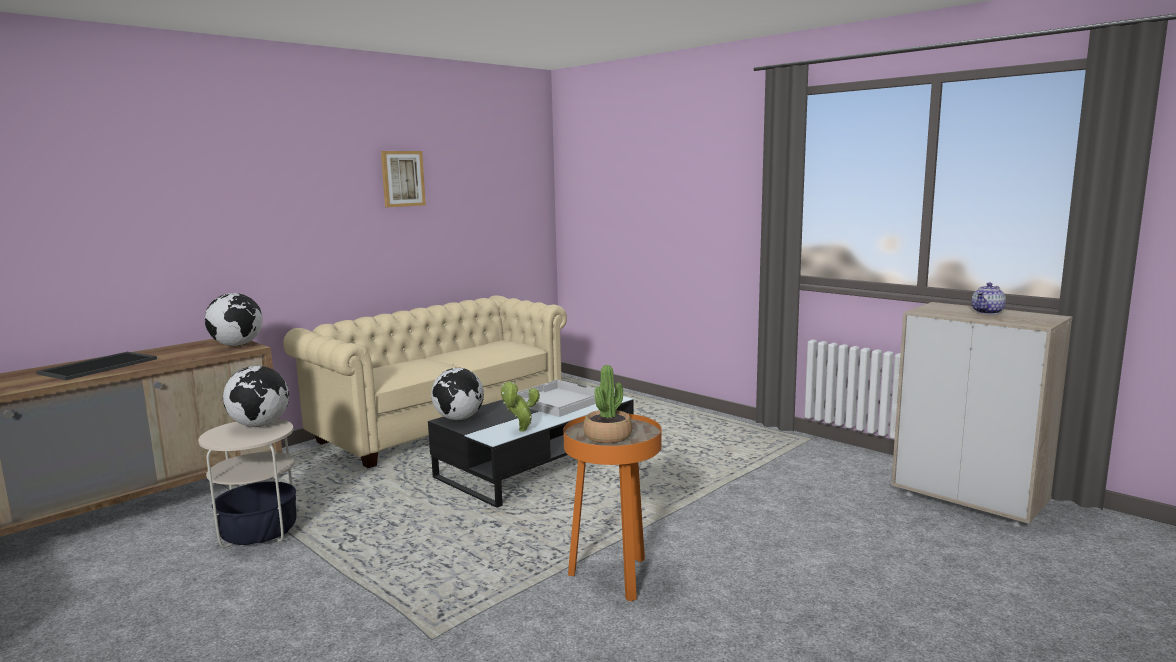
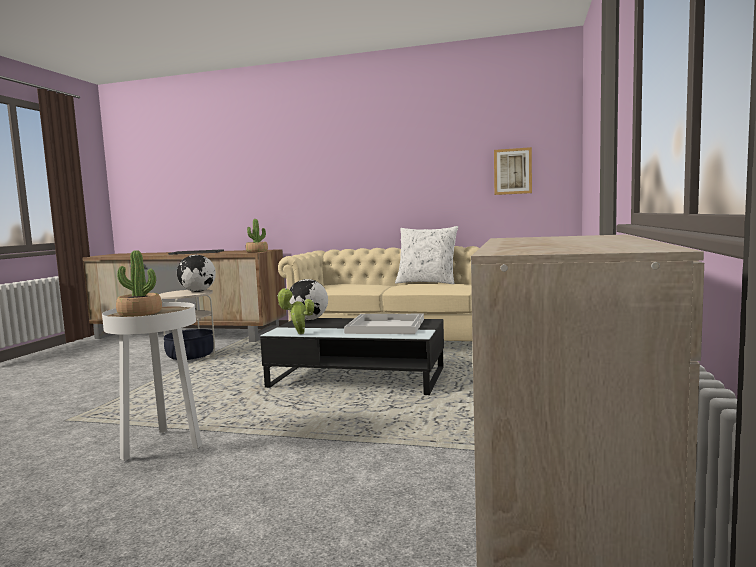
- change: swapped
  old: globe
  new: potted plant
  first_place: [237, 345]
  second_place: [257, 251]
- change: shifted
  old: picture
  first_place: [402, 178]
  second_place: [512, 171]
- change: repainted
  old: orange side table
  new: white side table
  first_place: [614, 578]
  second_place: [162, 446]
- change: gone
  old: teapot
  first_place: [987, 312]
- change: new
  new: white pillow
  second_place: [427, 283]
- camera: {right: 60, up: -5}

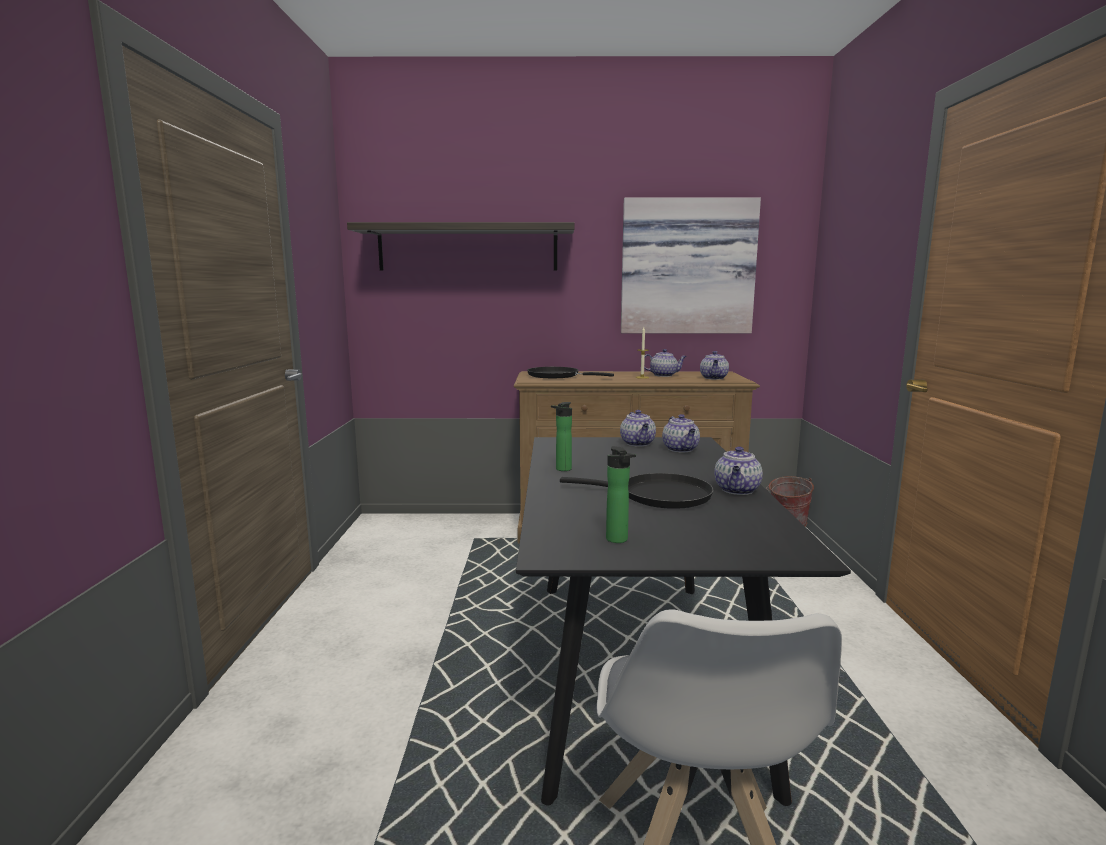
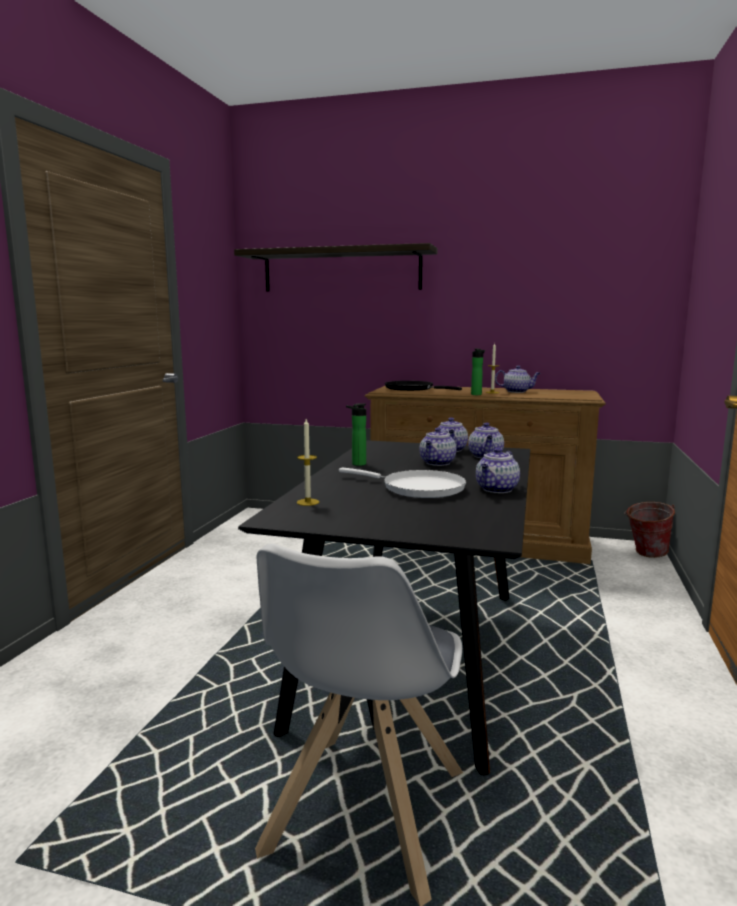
- change: repainted
  old: black frying pan
  new: white frying pan
  first_place: [658, 496]
  second_place: [417, 488]
- change: shifted
  old: bottle
  first_place: [619, 540]
  second_place: [477, 395]
- change: gone
  old: picture
  first_place: [687, 267]
- change: shifted
  old: teapot
  first_place: [714, 378]
  second_place: [437, 463]
- change: new
  new: candle
  second_place: [308, 502]
- camera: {right: 15, up: 0}

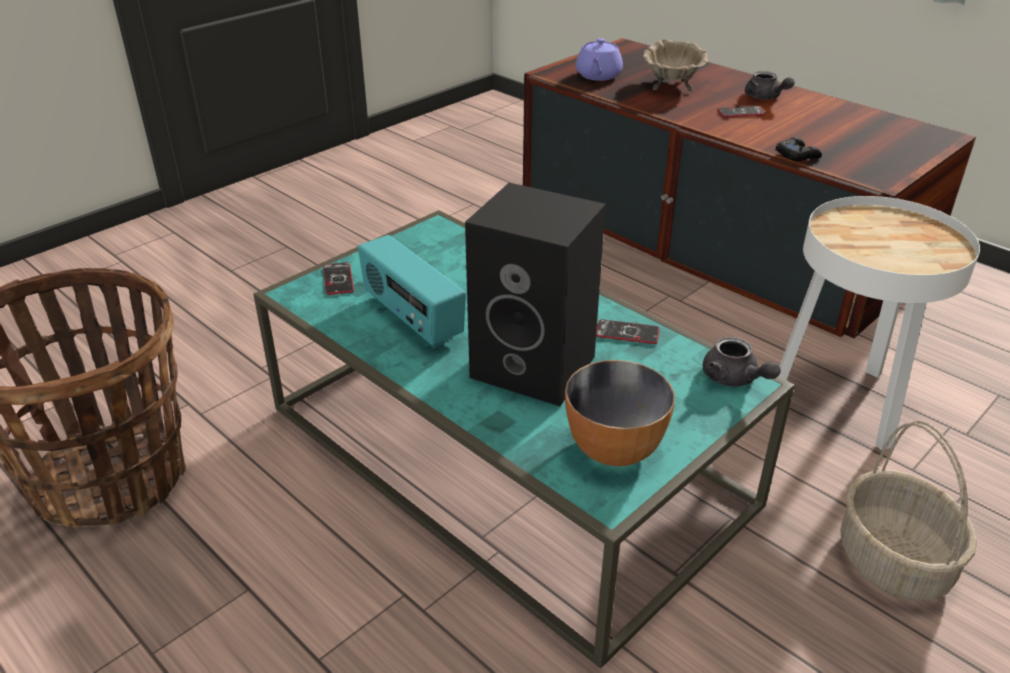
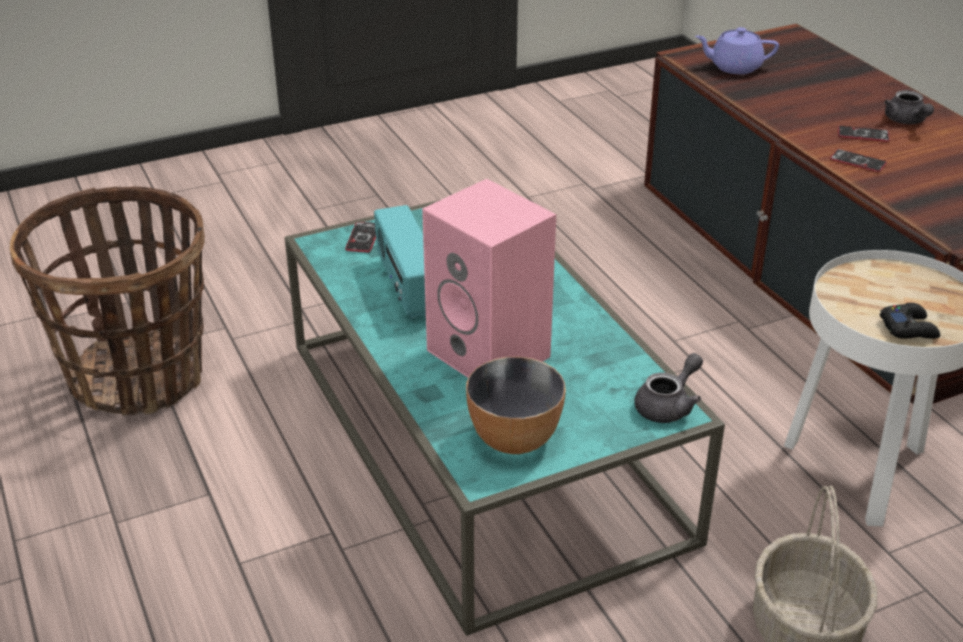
- change: repainted
  old: black speaker
  new: pink speaker
  first_place: [536, 366]
  second_place: [492, 354]
- change: rotated
  old: purple teapot
  first_place: [598, 76]
  second_place: [734, 67]
  degrees: 60
- change: shifted
  old: phone
  first_place: [627, 333]
  second_place: [857, 161]
- change: gone
  old: beige bowl
  first_place: [671, 84]
- change: rotated
  old: grey teapot
  first_place: [734, 379]
  second_place: [668, 405]
  degrees: -120
- change: shifted
  old: black game controller
  first_place: [797, 155]
  second_place: [908, 328]
- camera: {right: 20, up: 0}

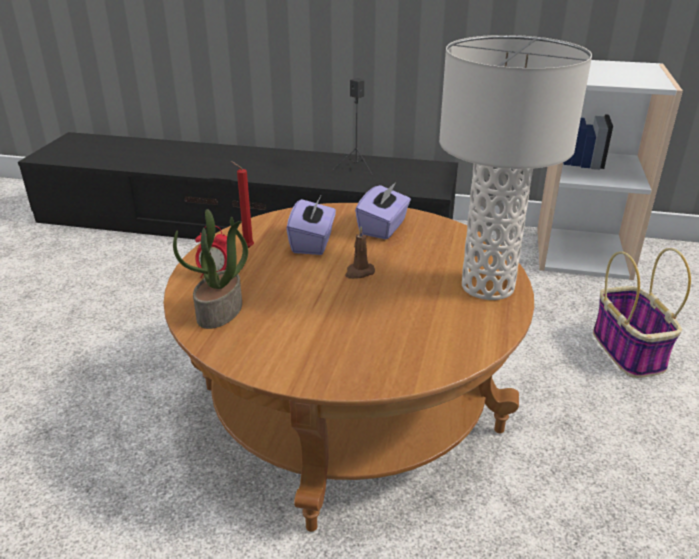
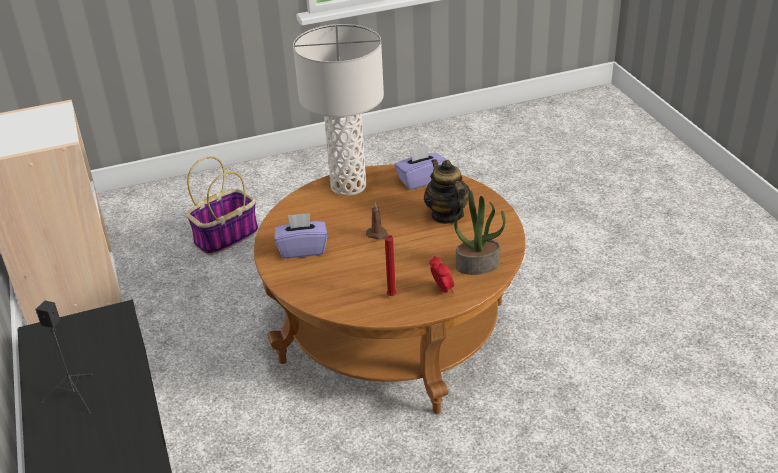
- change: shifted
  old: purple tissue box
  first_place: [313, 243]
  second_place: [421, 180]
- change: new
  new: teapot
  second_place: [446, 215]
- camera: {right: -120, up: 5}

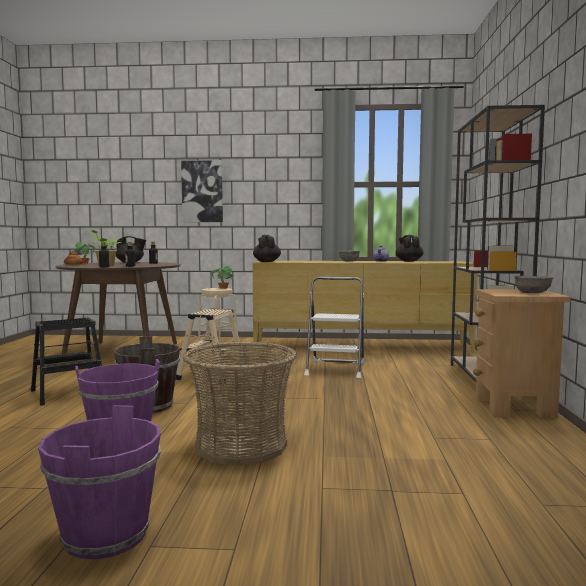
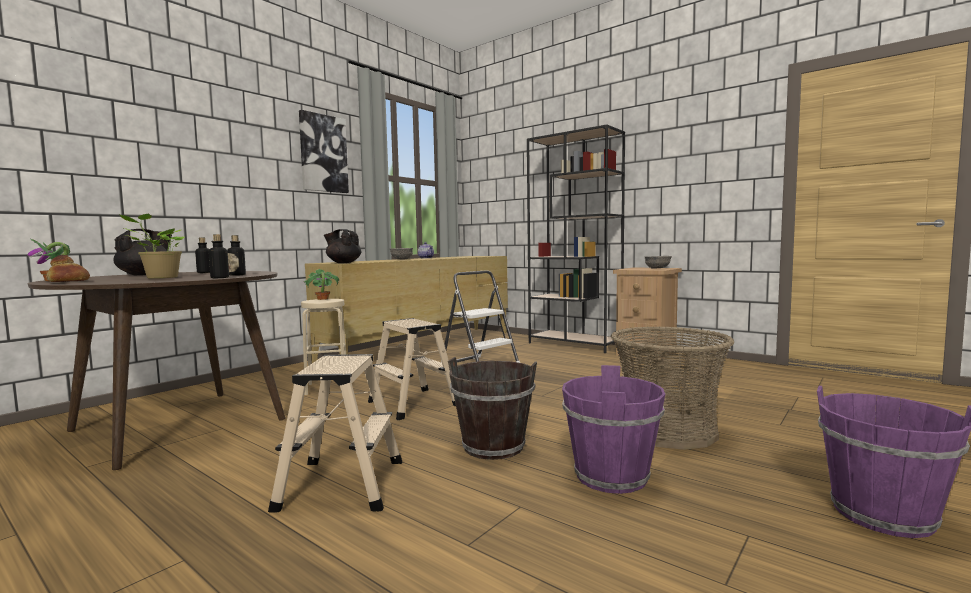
- change: repainted
  old: black step ladder
  new: beige step ladder
  first_place: [68, 392]
  second_place: [342, 484]
- change: shifted
  old: picture
  first_place: [202, 191]
  second_place: [323, 153]
- change: gone
  old: black teapot
  first_place: [408, 261]
- camera: {right: -55, up: 0}

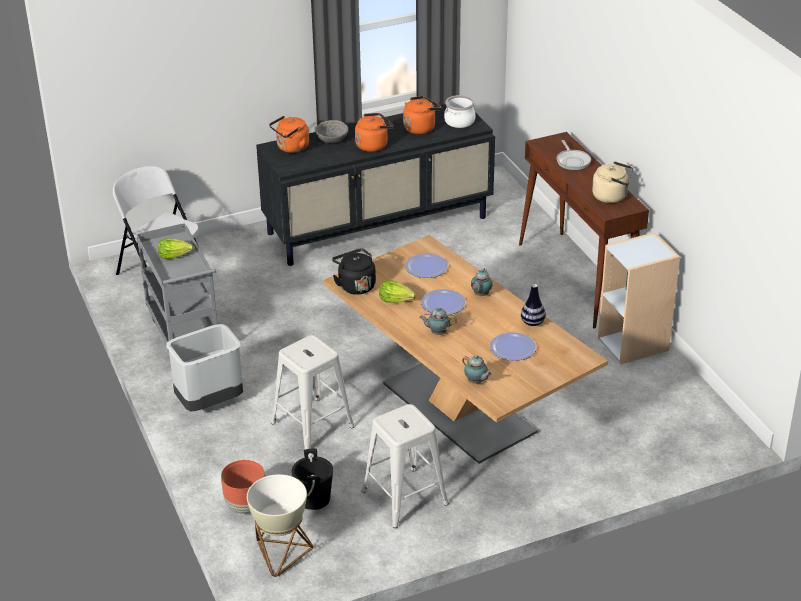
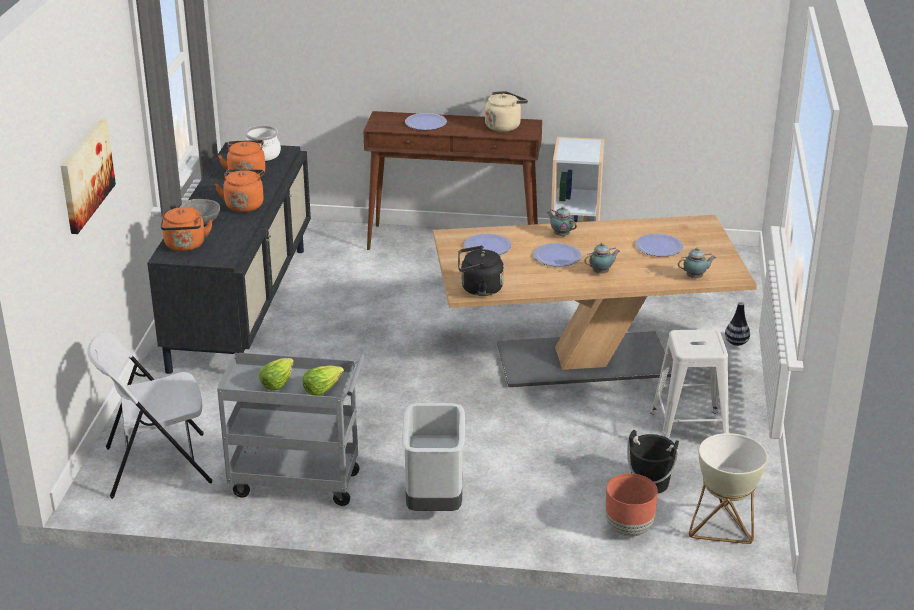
- change: gone
  old: white stool
  first_place: [312, 425]
- change: shifted
  old: lettuce
  first_place: [396, 300]
  second_place: [322, 388]
- change: rotated
  old: teapot
  first_place: [437, 333]
  second_place: [601, 272]
  degrees: -150
- change: shifted
  old: vase
  first_place: [532, 323]
  second_place: [736, 343]
- change: swapped
  old: frying pan
  new: plate
  first_place: [572, 161]
  second_place: [425, 123]
- change: new
  new: picture
  second_place: [85, 175]
- camera: {right: -60, up: -5}

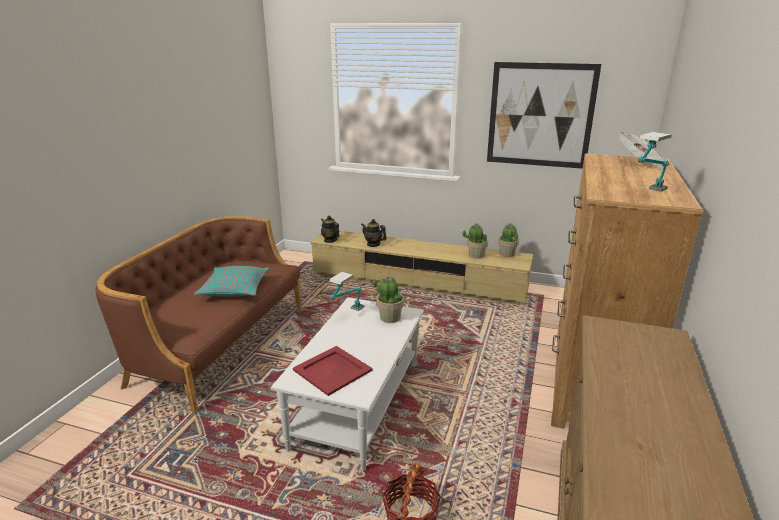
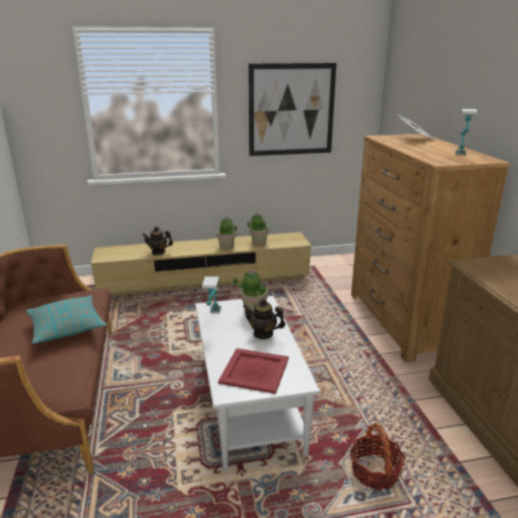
- change: shifted
  old: teapot
  first_place: [330, 240]
  second_place: [263, 334]
- change: shifted
  old: potted plant
  first_place: [507, 254]
  second_place: [226, 246]
- camera: {right: -30, up: 0}

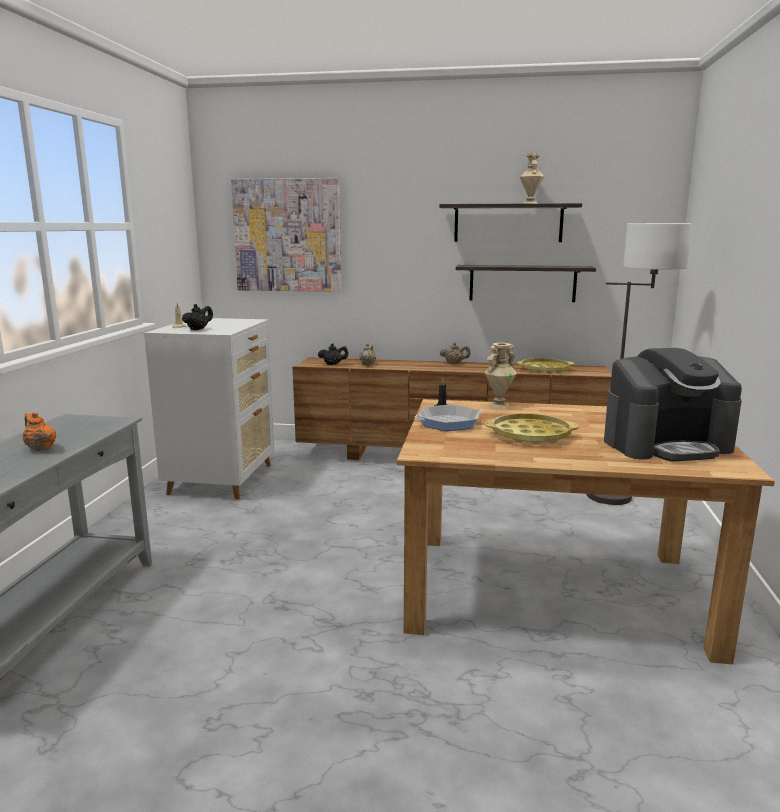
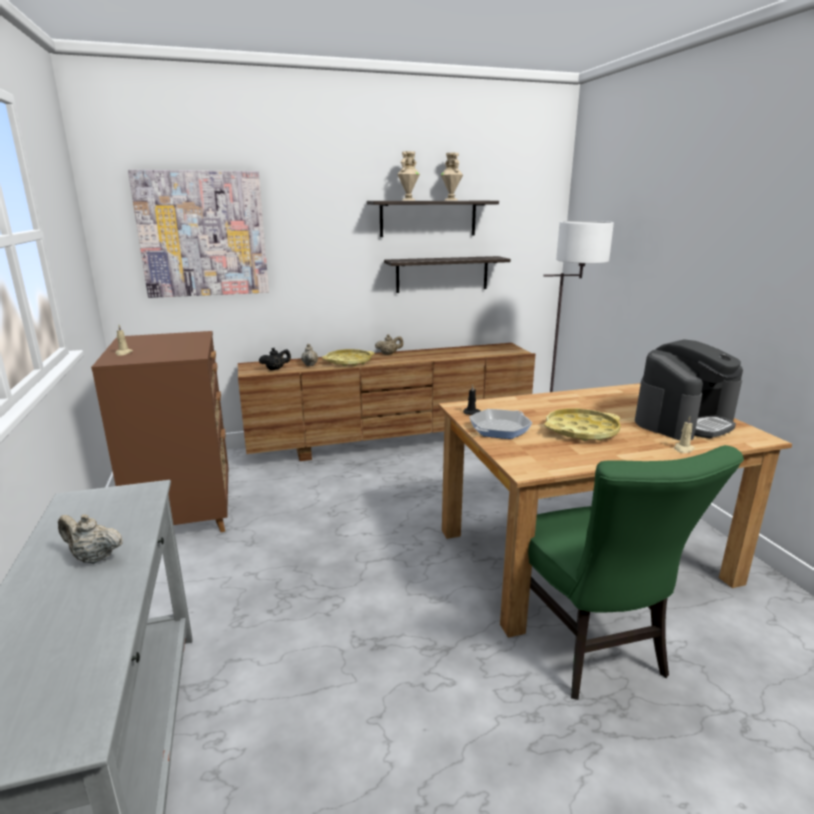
- change: repainted
  old: orange teapot
  new: beige teapot
  first_place: [40, 448]
  second_place: [94, 558]
- change: repainted
  old: white dresser
  new: brown dresser
  first_place: [222, 478]
  second_place: [185, 510]
- change: gone
  old: black teapot
  first_place: [198, 329]
- change: shifted
  old: beige vase
  first_place: [498, 405]
  second_place: [408, 200]
- change: shifted
  old: yellow tray
  first_place: [544, 370]
  second_place: [348, 361]
- change: new
  new: green chair
  second_place: [591, 647]
- change: new
  new: beige candle
  second_place: [683, 449]
- camera: {right: -25, up: 5}

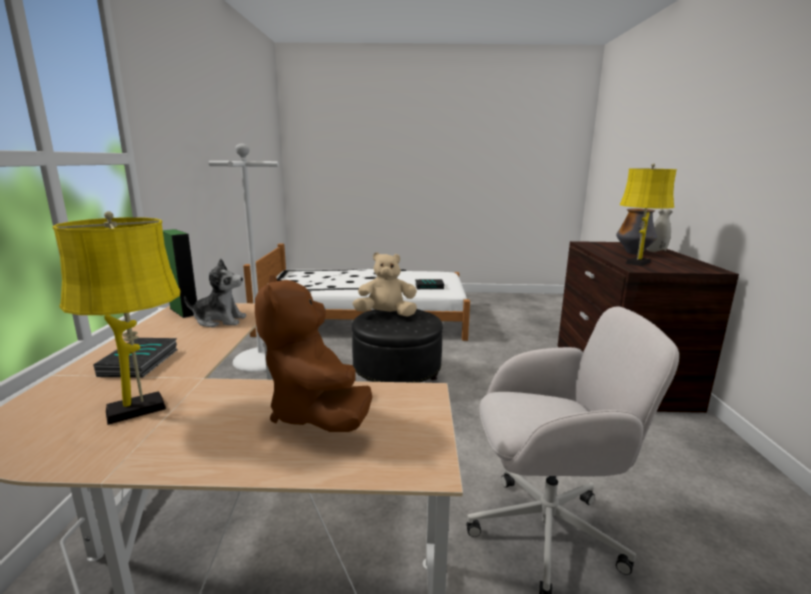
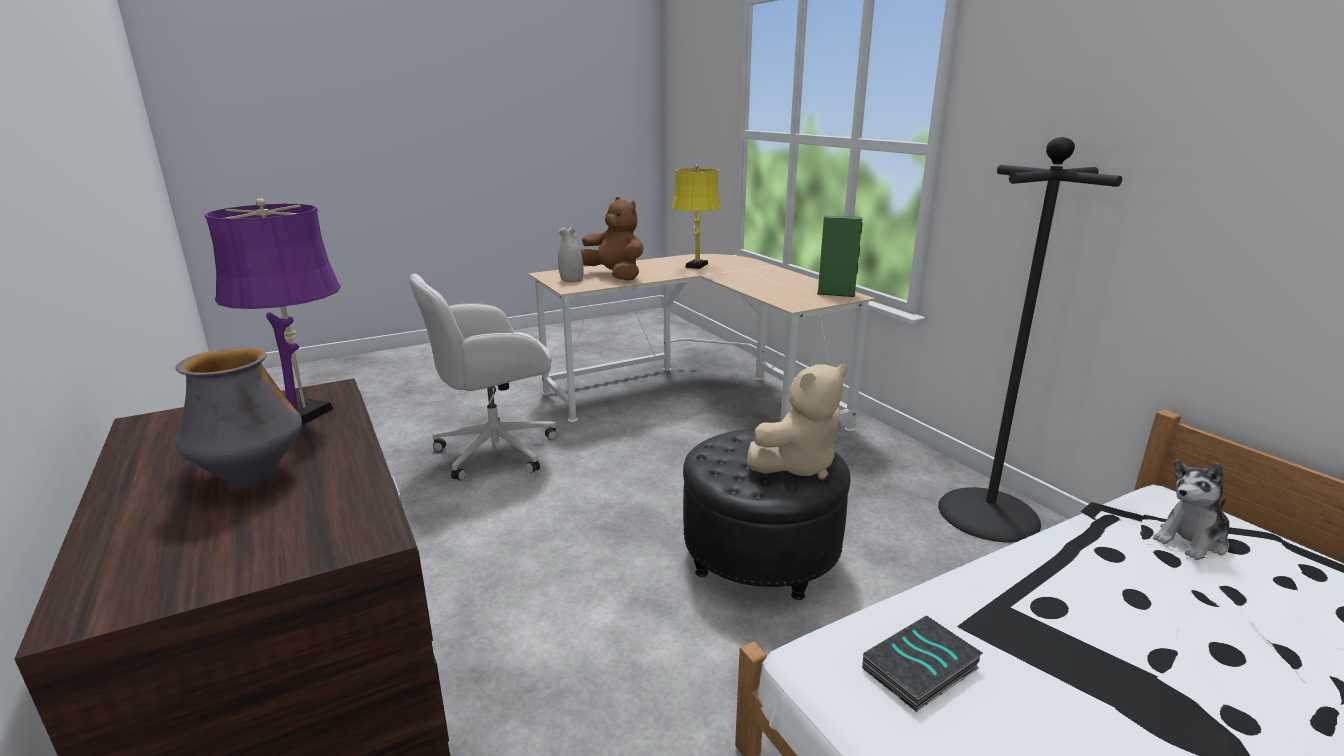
- change: gone
  old: book
  first_place: [140, 362]
- change: shifted
  old: plush toy
  first_place: [220, 320]
  second_place: [1191, 540]
- change: repainted
  old: white clothes rack
  new: black clothes rack
  first_place: [261, 359]
  second_place: [988, 514]
- change: repainted
  old: yellow table lamp
  new: purple table lamp
  first_place: [636, 263]
  second_place: [305, 415]
- change: shifted
  old: white vase
  first_place: [656, 251]
  second_place: [571, 280]
- camera: {right: 150, up: 5}

